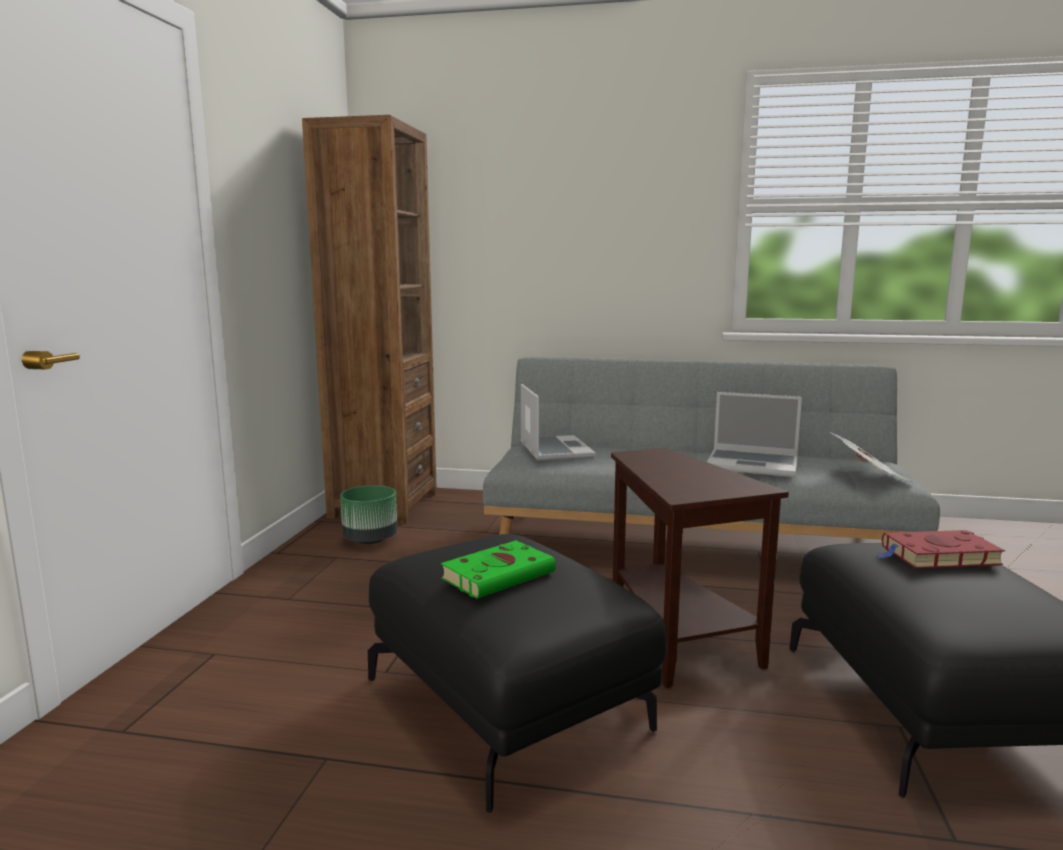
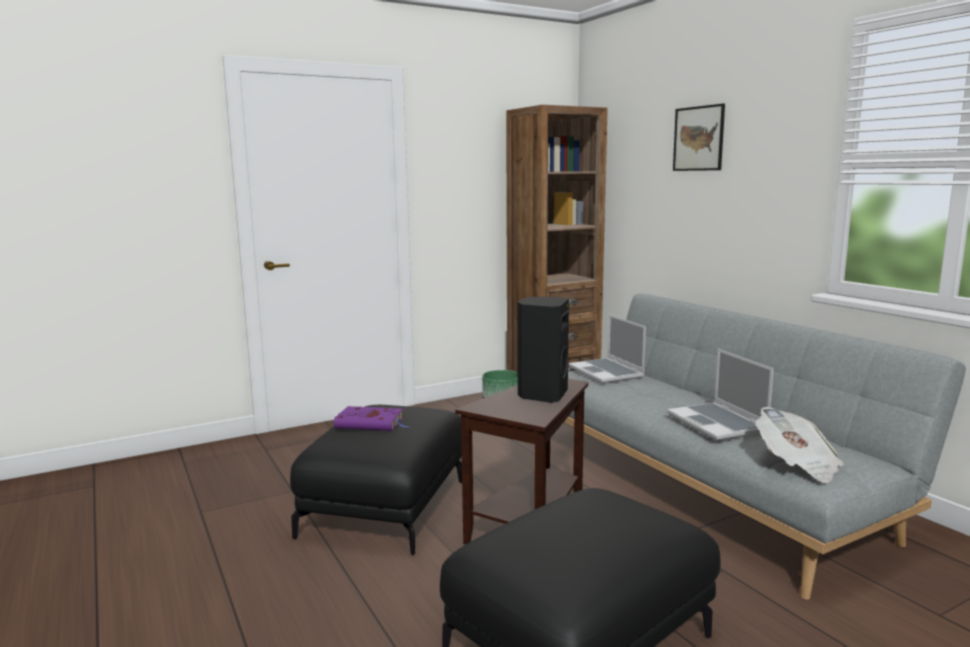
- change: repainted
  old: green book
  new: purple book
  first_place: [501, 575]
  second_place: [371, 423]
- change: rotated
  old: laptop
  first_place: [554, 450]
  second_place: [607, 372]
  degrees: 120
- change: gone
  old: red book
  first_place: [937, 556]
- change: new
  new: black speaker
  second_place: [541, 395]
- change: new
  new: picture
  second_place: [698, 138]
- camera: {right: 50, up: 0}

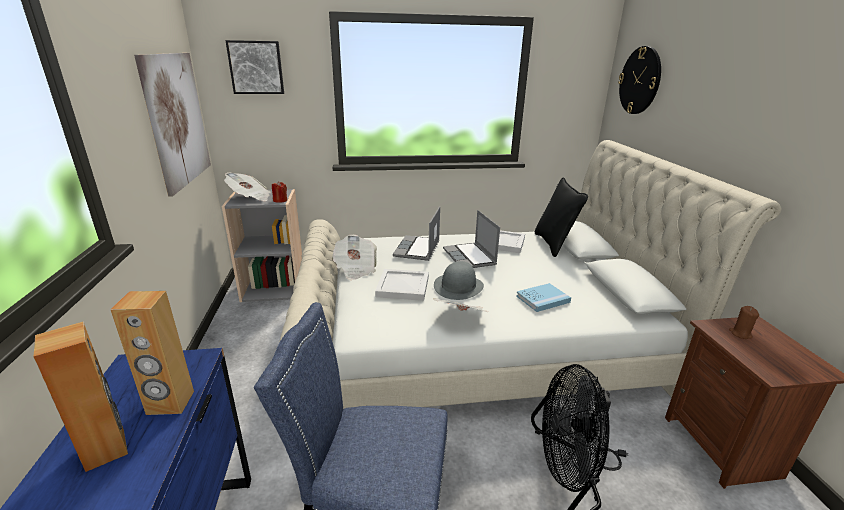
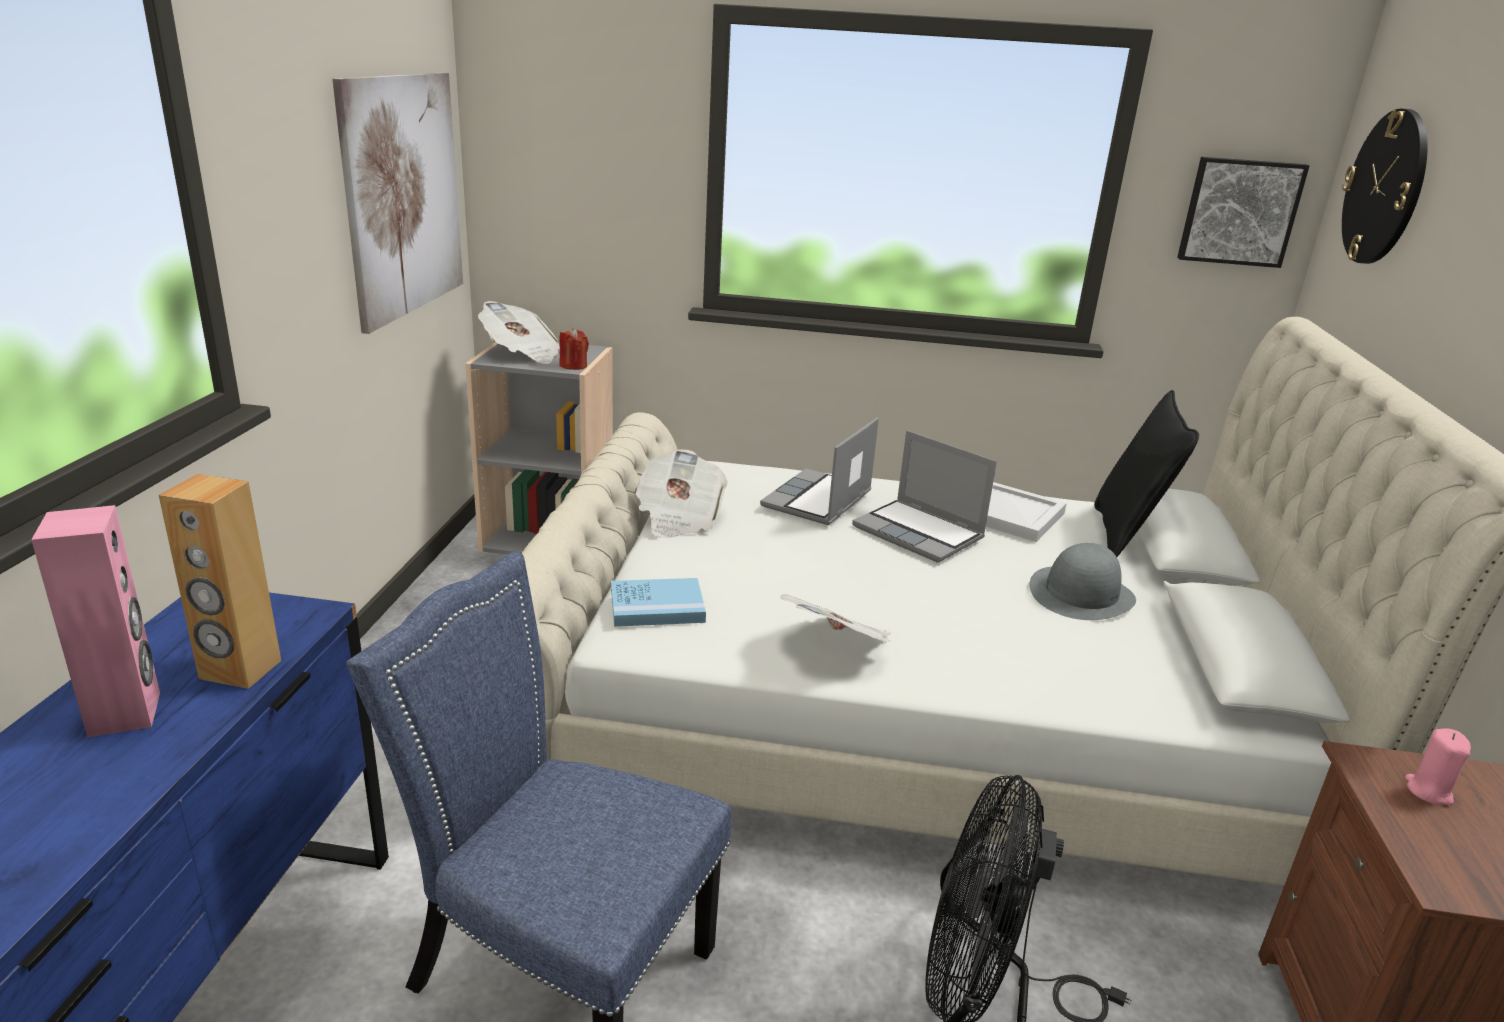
- change: repainted
  old: brown speaker
  new: pink speaker
  first_place: [106, 449]
  second_place: [126, 714]
- change: shifted
  old: picture
  first_place: [256, 67]
  second_place: [1239, 212]
- change: gone
  old: white tray
  first_place: [402, 286]
- change: shifted
  old: grey hat
  first_place: [458, 286]
  second_place: [1081, 593]
- change: rotated
  old: laptop
  first_place: [470, 257]
  second_place: [920, 533]
  degrees: -45
- change: shifted
  old: blue book
  first_place: [543, 299]
  second_place: [657, 606]
- change: repainted
  old: brown candle
  new: pink candle
  first_place: [740, 334]
  second_place: [1428, 791]
- camera: {right: 15, up: 0}

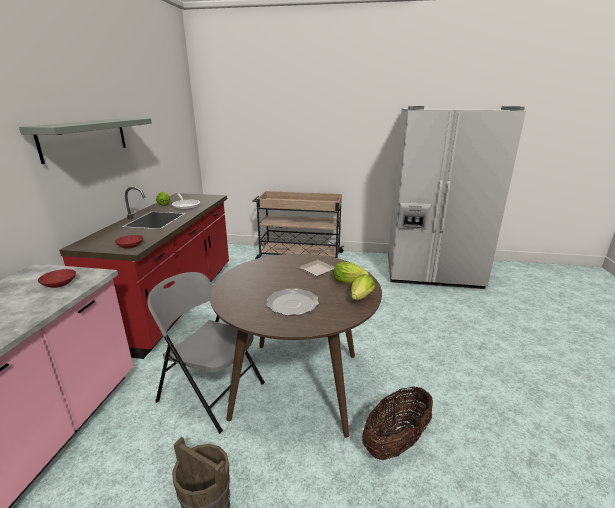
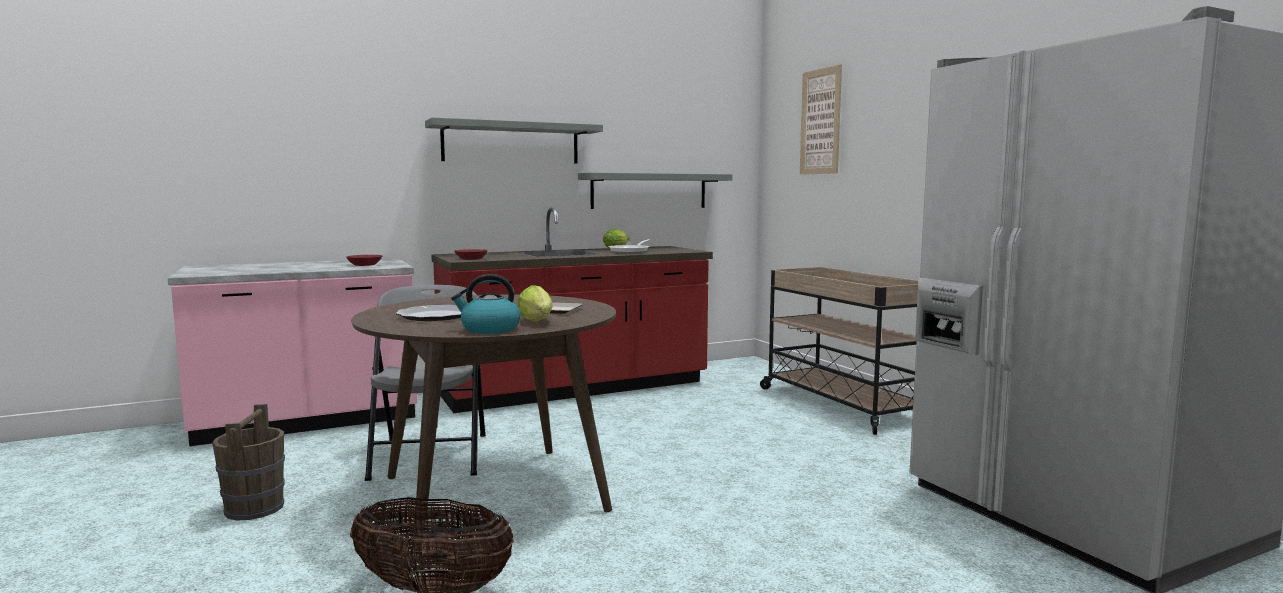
- change: swapped
  old: lettuce
  new: kettle
  first_place: [360, 299]
  second_place: [489, 329]
- change: new
  new: grey shelf
  second_place: [649, 191]
- change: new
  new: picture
  second_place: [820, 122]
- camera: {right: 55, up: -15}

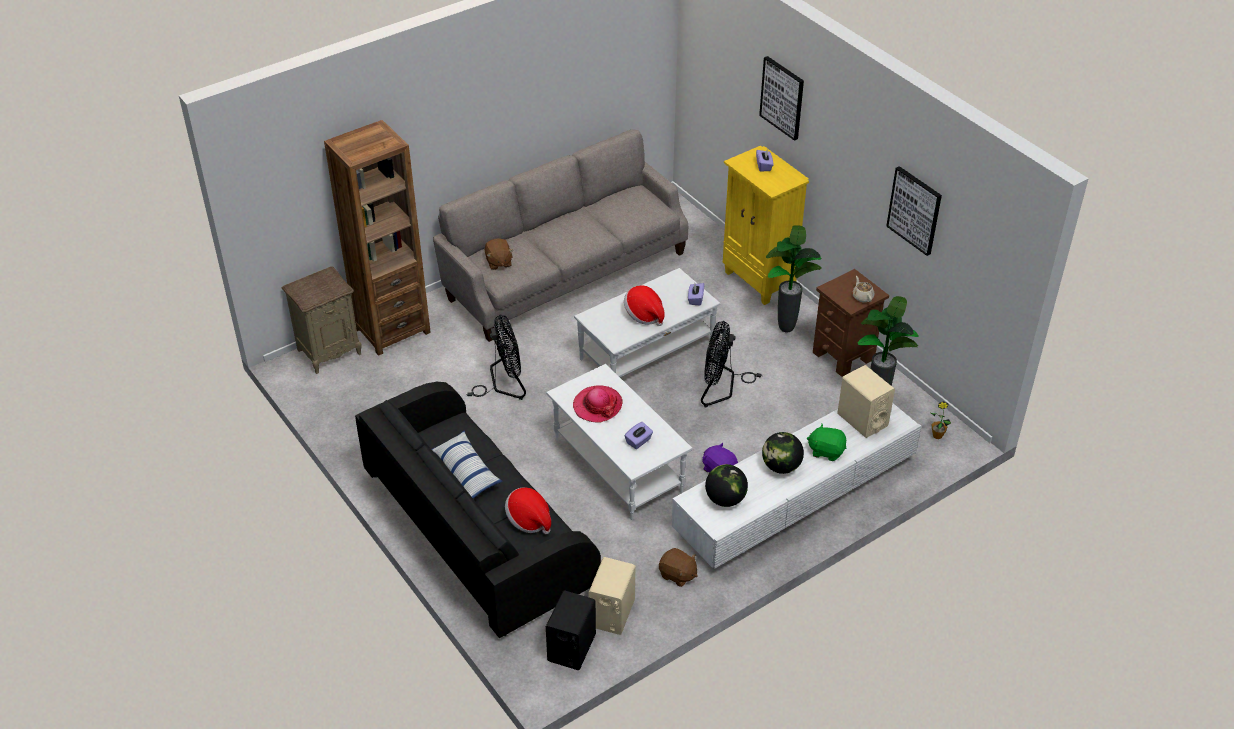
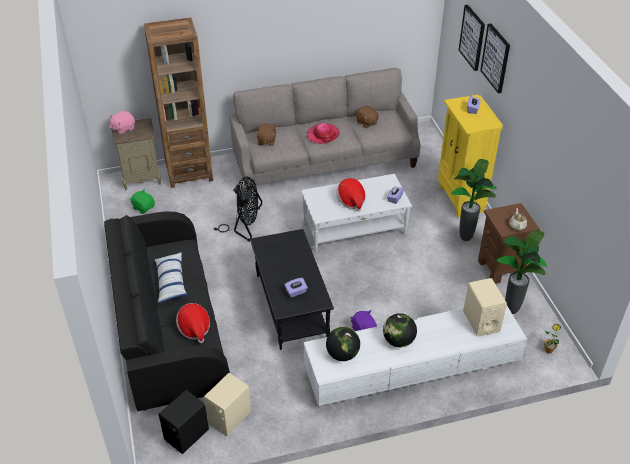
- change: repainted
  old: white coffee table
  new: black coffee table
  first_place: [616, 465]
  second_place: [290, 306]
- change: shifted
  old: hat
  first_place: [597, 405]
  second_place: [322, 135]
- change: shifted
  old: brown plush toy
  first_place: [677, 575]
  second_place: [366, 123]
- change: gone
  old: black fan
  first_place: [722, 383]
- change: shifted
  old: green plush toy
  first_place: [826, 451]
  second_place: [143, 207]
- change: shifted
  old: picture
  first_place: [915, 210]
  second_place: [472, 37]
- change: new
  new: pink plush toy
  second_place: [123, 128]
- camera: {right: 20, up: 0}

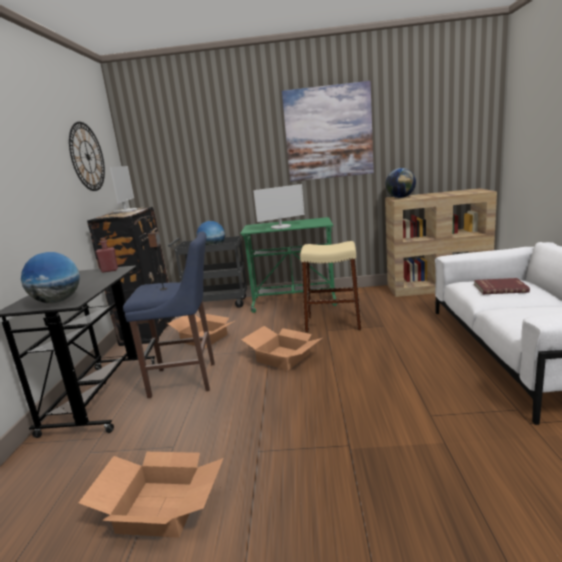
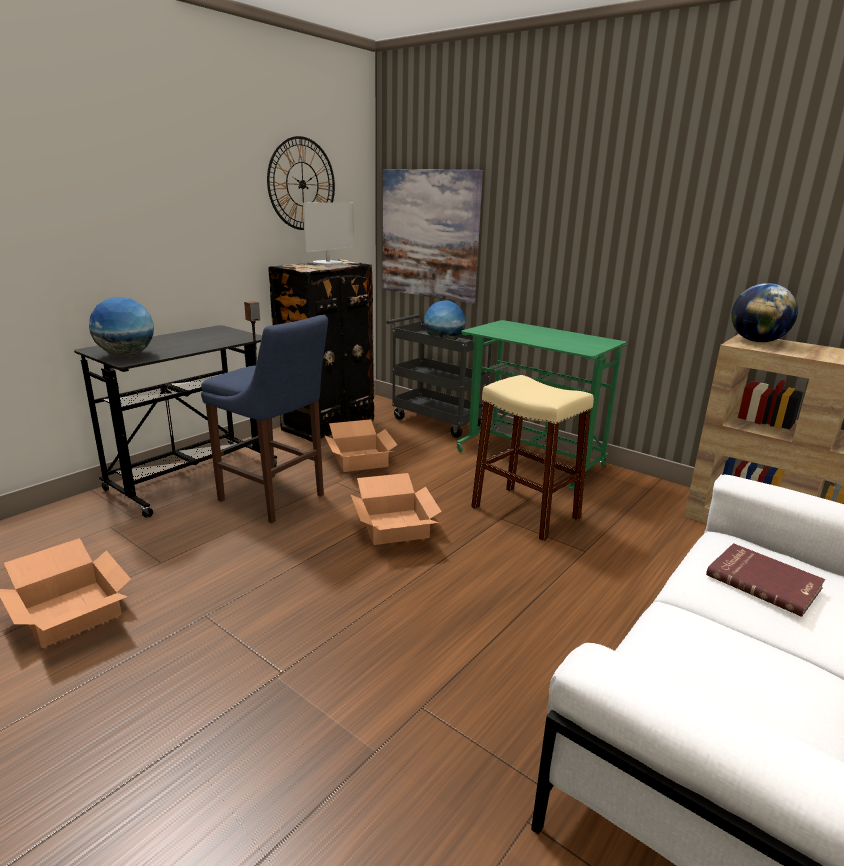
- change: gone
  old: red bottle
  first_place: [109, 270]
- change: gone
  old: monitor
  first_place: [281, 227]
- change: shifted
  old: picture
  first_place: [328, 133]
  second_place: [429, 235]
- camera: {right: 35, up: 5}

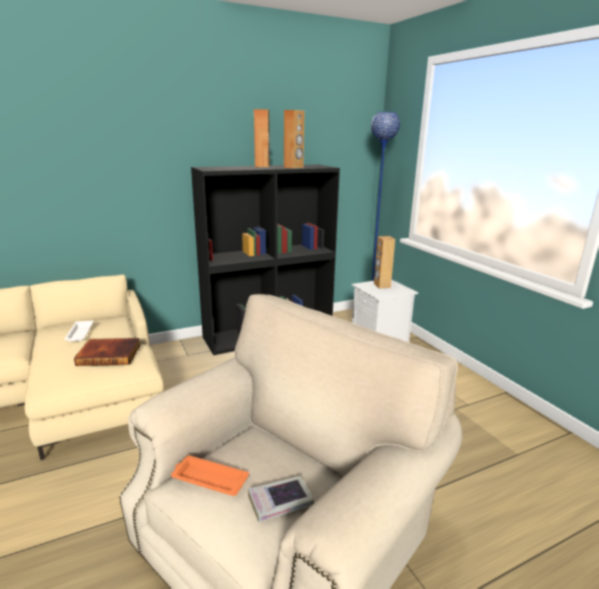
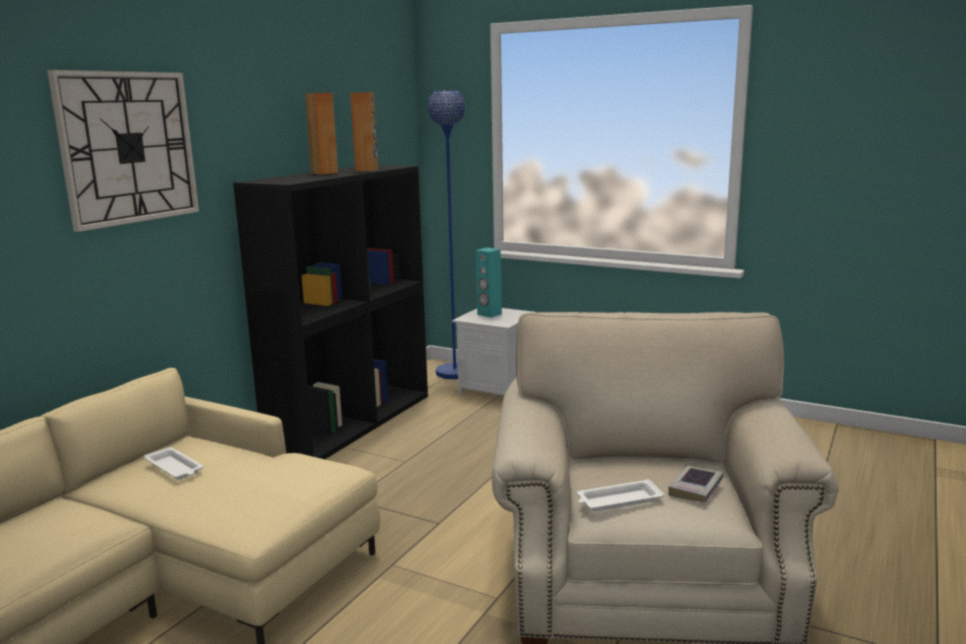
- change: gone
  old: book
  first_place: [110, 354]
- change: repainted
  old: orange tray
  new: white tray
  first_place: [208, 479]
  second_place: [618, 501]
- change: repainted
  old: brown speaker
  new: turquoise speaker
  first_place: [381, 285]
  second_place: [489, 314]
- change: new
  new: wall clock
  second_place: [128, 148]
- camera: {right: -35, up: -5}

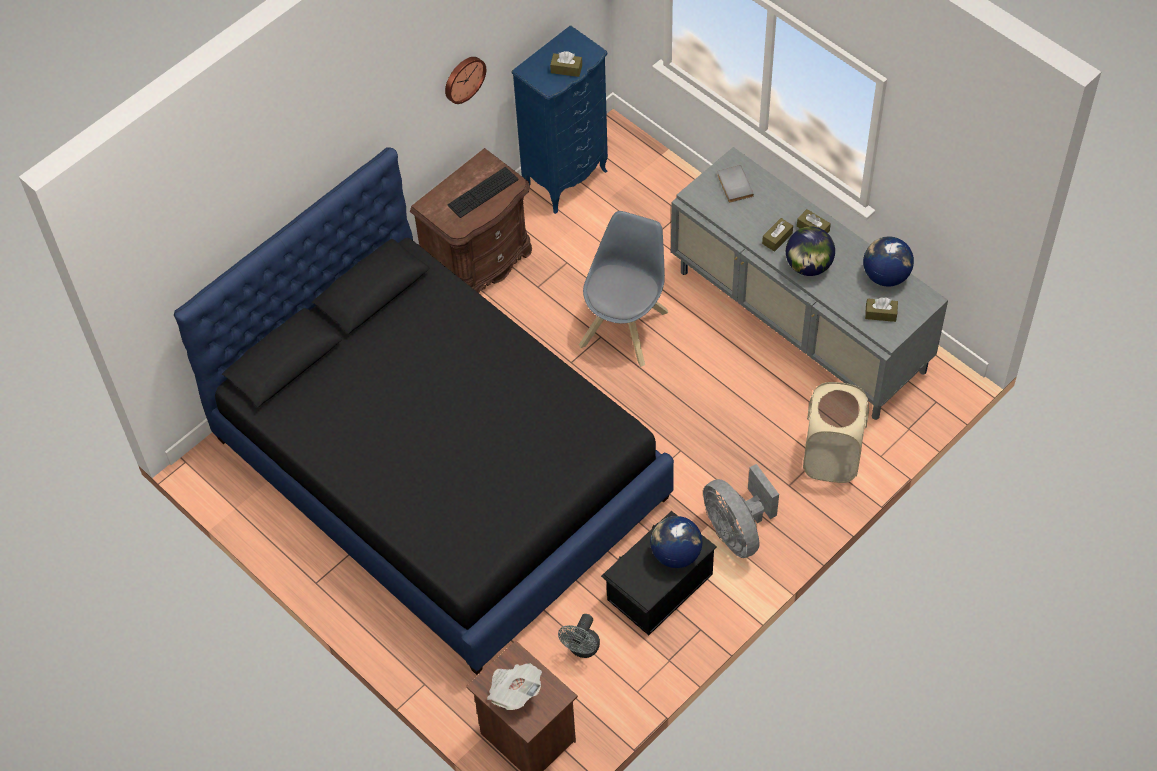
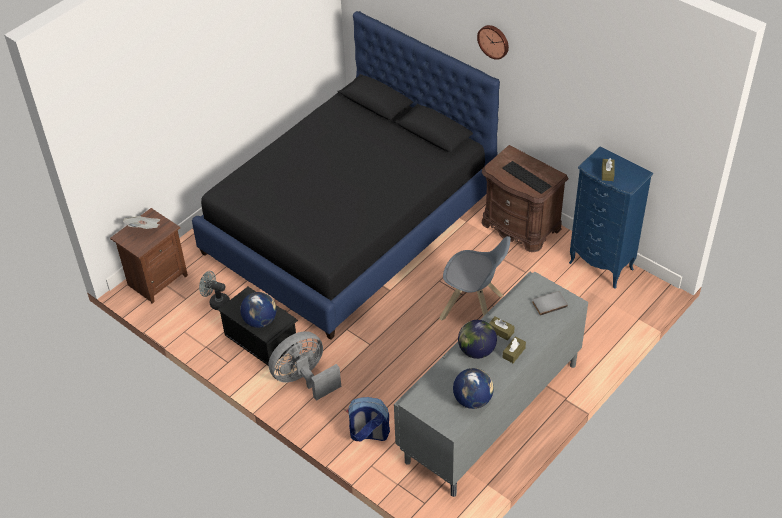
- change: shifted
  old: wall clock
  first_place: [463, 78]
  second_place: [494, 41]
- change: swapped
  old: beige laundry basket
  new: backpack
  first_place: [831, 457]
  second_place: [368, 434]
- change: gone
  old: brown tissue box
  first_place: [880, 313]
- camera: {right: 85, up: -10}

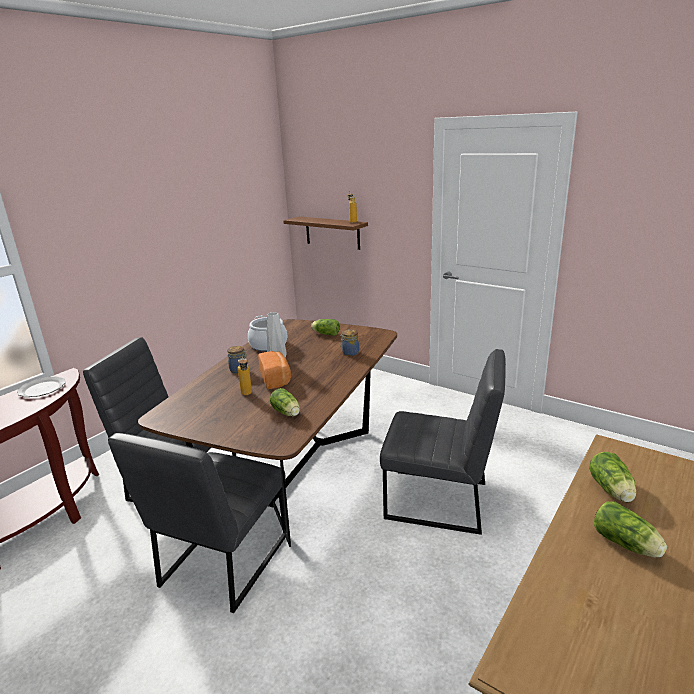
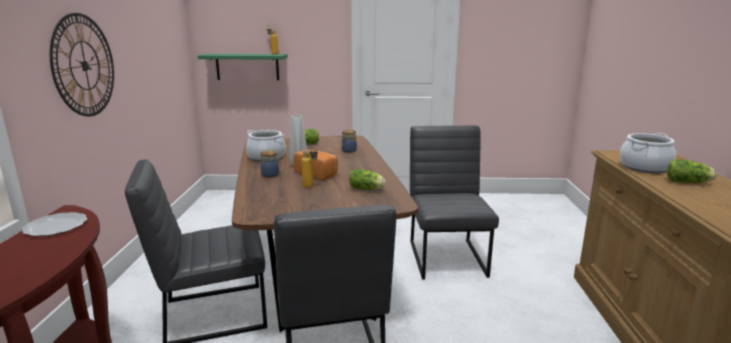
- change: repainted
  old: brown shelf
  new: green shelf
  first_place: [332, 232]
  second_place: [247, 67]
- change: rotated
  old: grey chair
  first_place: [440, 501]
  second_place: [447, 257]
  degrees: -75
- change: swapped
  old: lettuce
  new: cooking pot
  first_place: [612, 491]
  second_place: [644, 167]
- change: new
  new: wall clock
  second_place: [84, 65]
- camera: {right: -35, up: -5}

